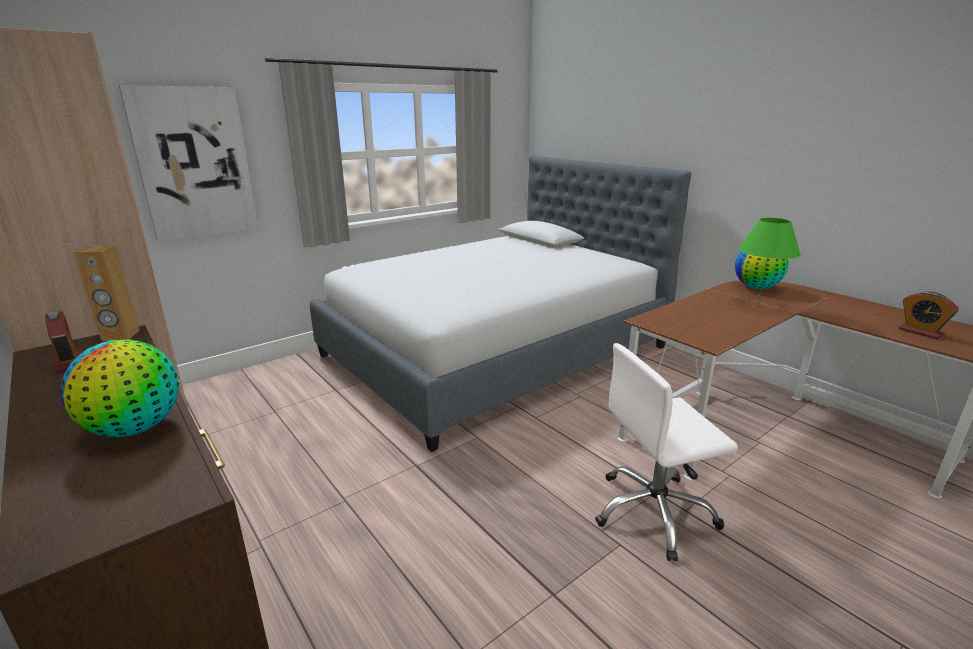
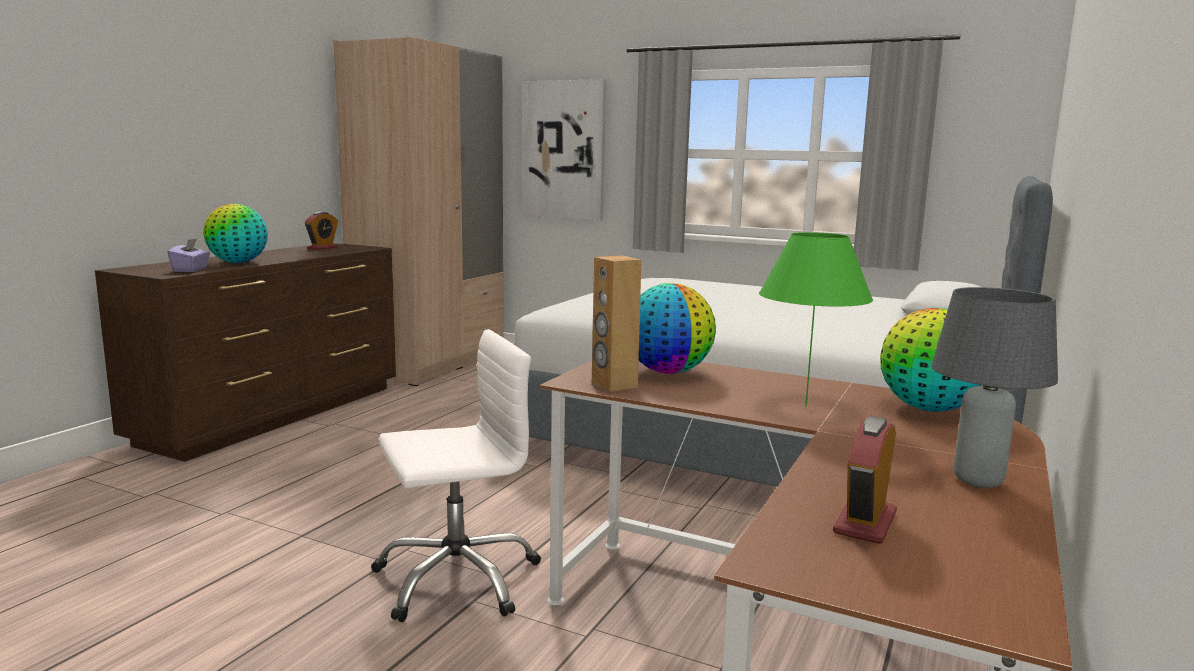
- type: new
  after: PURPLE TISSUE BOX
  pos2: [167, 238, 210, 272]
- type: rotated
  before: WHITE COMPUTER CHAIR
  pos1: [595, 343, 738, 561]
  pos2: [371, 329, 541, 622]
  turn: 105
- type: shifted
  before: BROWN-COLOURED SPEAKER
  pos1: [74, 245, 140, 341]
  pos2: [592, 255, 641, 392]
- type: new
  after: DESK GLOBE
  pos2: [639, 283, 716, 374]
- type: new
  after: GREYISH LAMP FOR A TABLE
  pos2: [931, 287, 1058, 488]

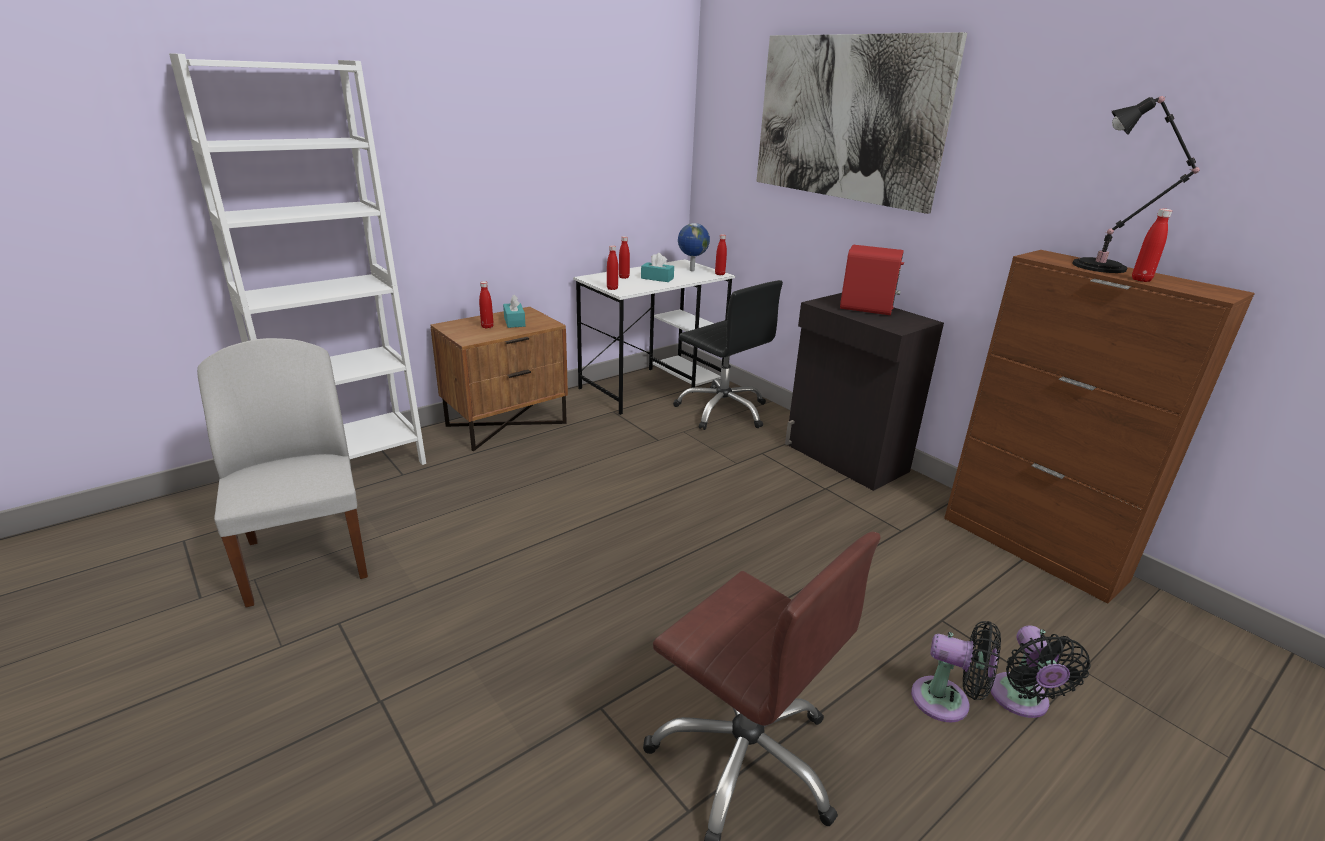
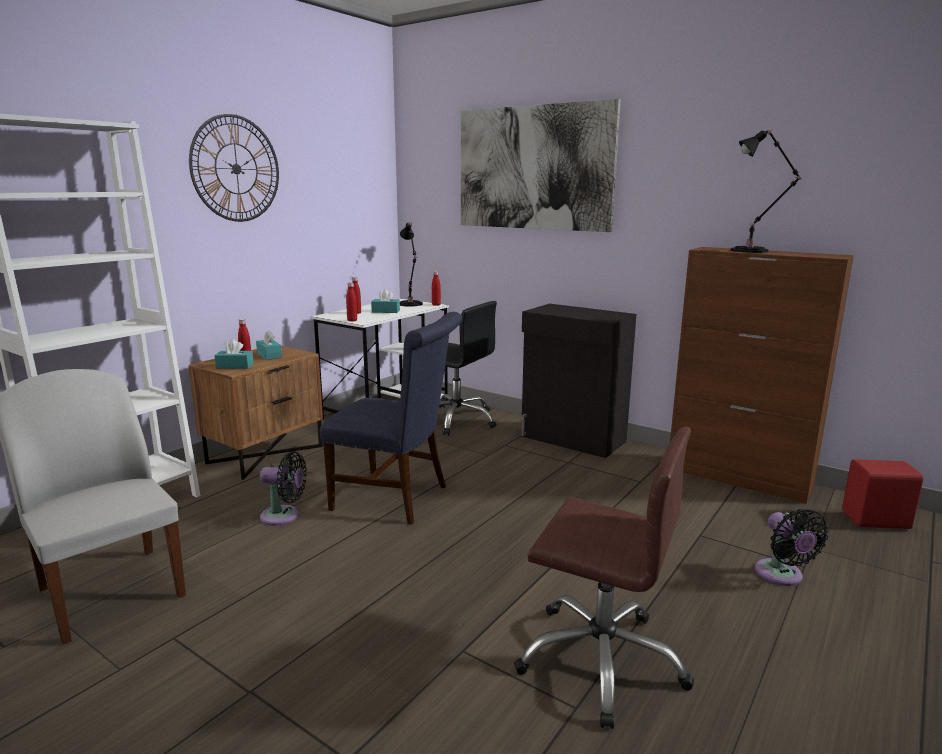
- type: new
  after: HANGING CLOCK
  pos2: [189, 114, 279, 222]
- type: new
  after: TURQUOISE TISSUE BOX
  pos2: [214, 339, 254, 369]
- type: shifted
  before: BLACK-COLOURED FAN
  pos1: [911, 621, 1001, 723]
  pos2: [260, 452, 307, 526]
- type: new
  after: BLUE PLAIN CHAIR
  pos2: [320, 312, 462, 525]
- type: swapped
  before: DESK GLOBE
  after: BLACK-COLOURED LAMP FOR A TABLE
  pos1: [678, 223, 710, 271]
  pos2: [400, 222, 423, 307]
- type: shifted
  before: RED SPEAKER
  pos1: [840, 245, 904, 315]
  pos2: [842, 459, 923, 529]
- type: gone
  before: RED BEVERAGE BOTTLE
  pos1: [1132, 209, 1172, 282]

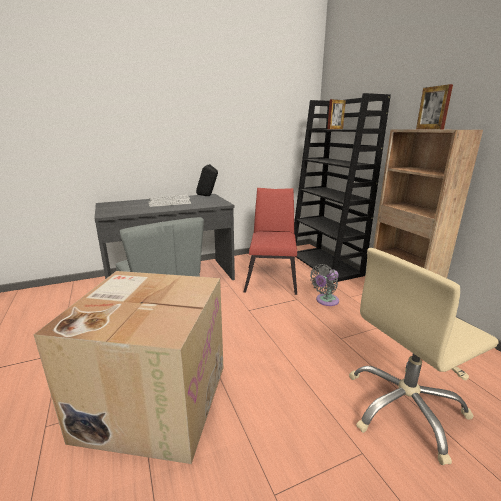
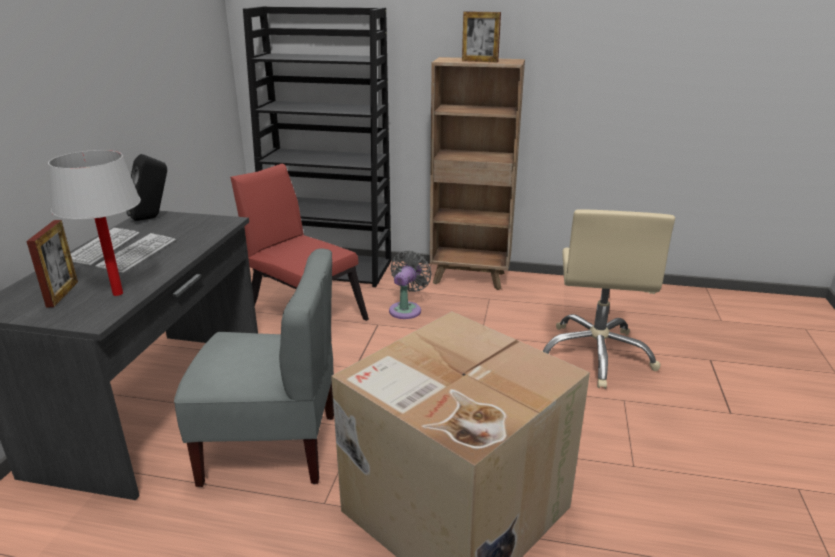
- type: shifted
  before: PICTURE FRAME
  pos1: [327, 99, 346, 129]
  pos2: [26, 220, 78, 307]
- type: new
  after: WHITE LAMP FOR A TABLE
  pos2: [48, 150, 141, 296]
- type: rotated
  before: GREYISH FAN
  pos1: [310, 264, 339, 306]
  pos2: [389, 250, 431, 319]
  turn: -150

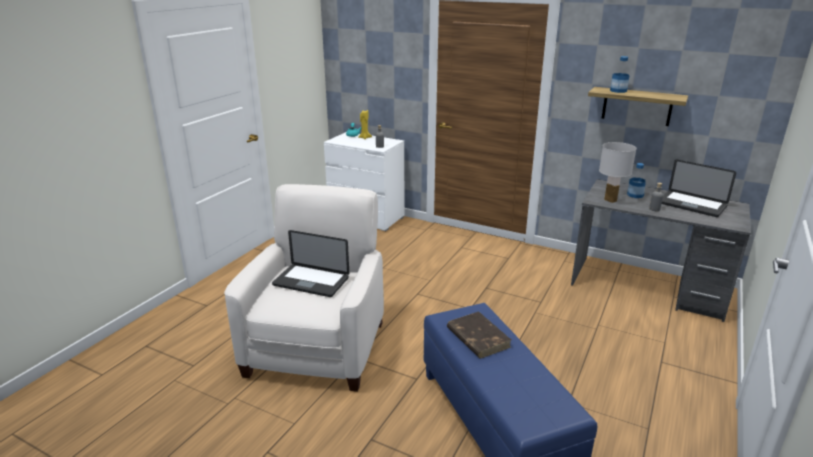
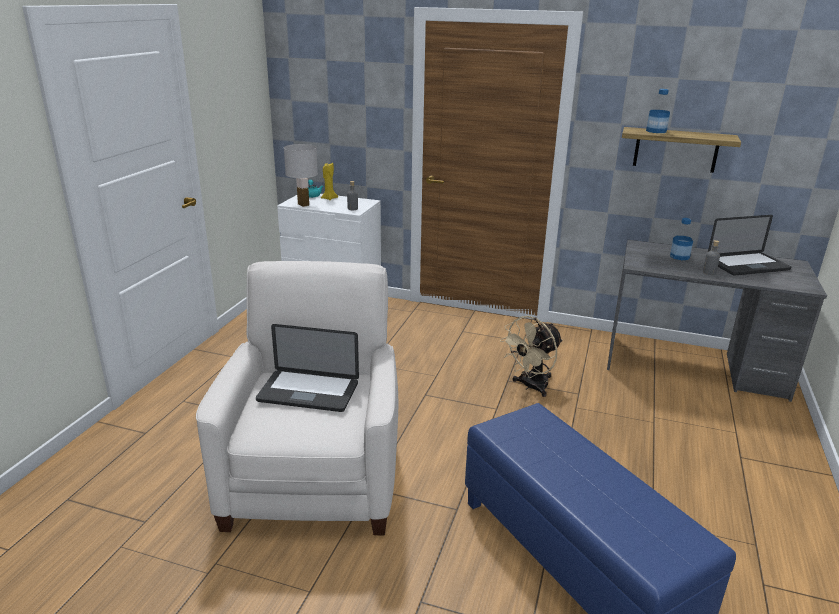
- type: shifted
  before: WHITE LAMP FOR A TABLE
  pos1: [599, 142, 637, 203]
  pos2: [284, 144, 318, 207]
- type: new
  after: BEIGE-COLOURED FAN
  pos2: [500, 316, 563, 397]
- type: rotated
  before: LAPTOP
  pos1: [662, 159, 737, 217]
  pos2: [708, 215, 791, 276]
  turn: -45
- type: gone
  before: BROWN-COLOURED VOLUME
  pos1: [447, 311, 511, 358]

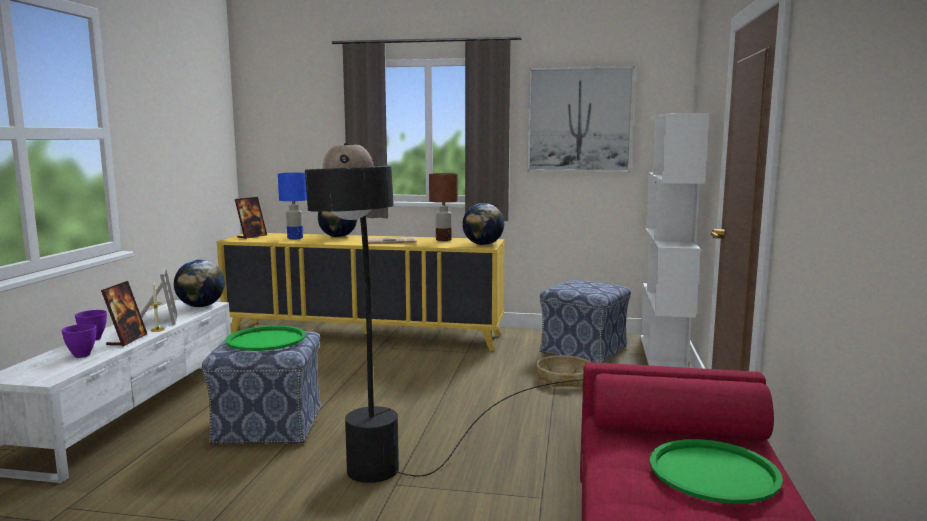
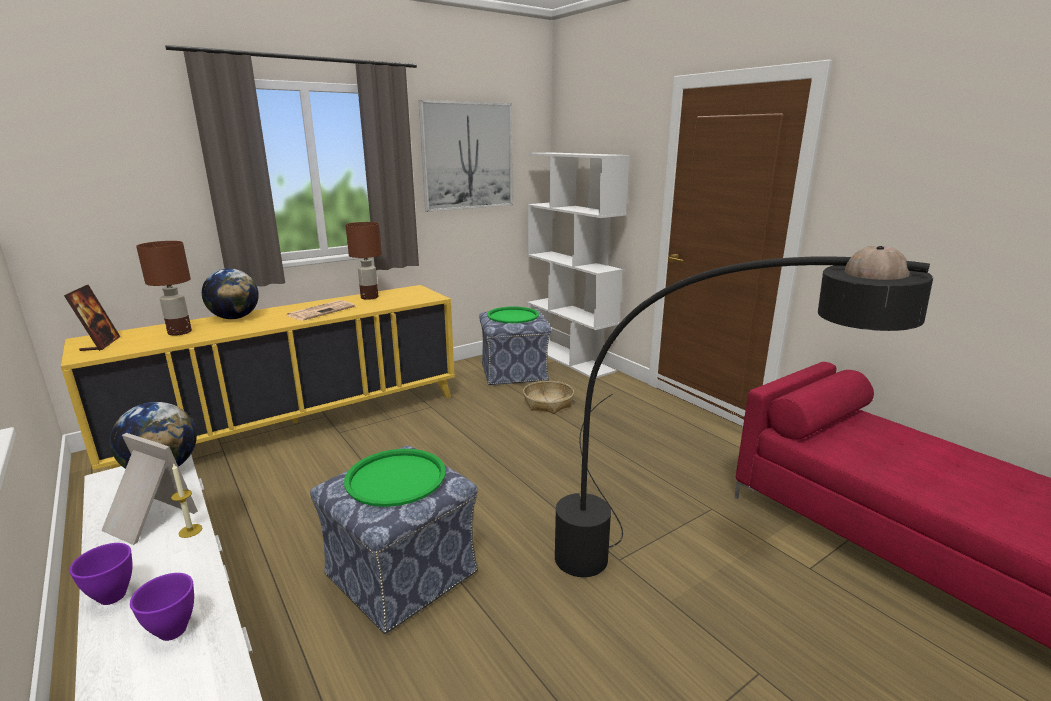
- type: repainted
  before: BLUE LAMP FOR A TABLE
  after: BROWN-COLOURED LAMP FOR A TABLE
  pos1: [278, 173, 307, 239]
  pos2: [136, 241, 192, 335]
- type: shifted
  before: GREENISH CARRYING TRAY
  pos1: [650, 439, 783, 504]
  pos2: [487, 306, 539, 323]
- type: gone
  before: PICTURE FRAME
  pos1: [101, 281, 147, 347]
- type: gone
  before: DESK GLOBE
  pos1: [462, 203, 504, 245]

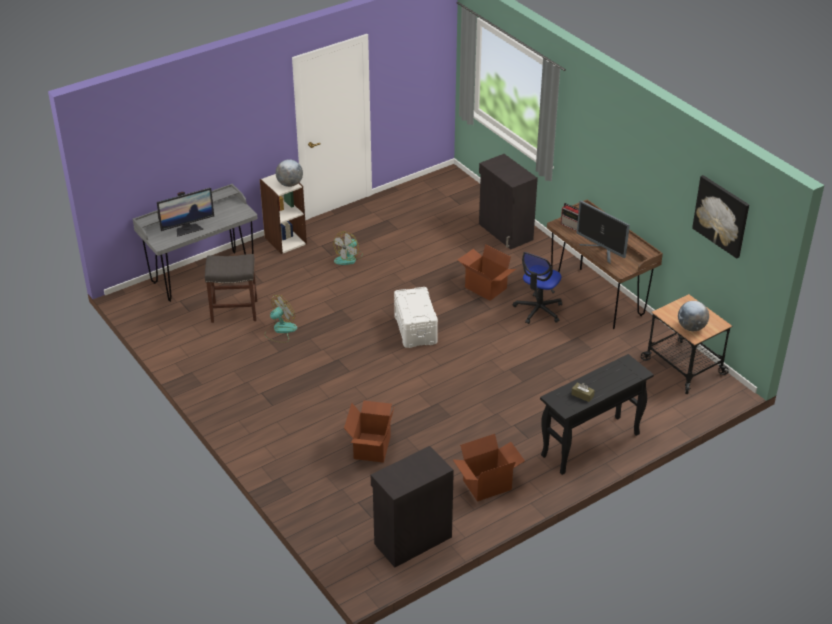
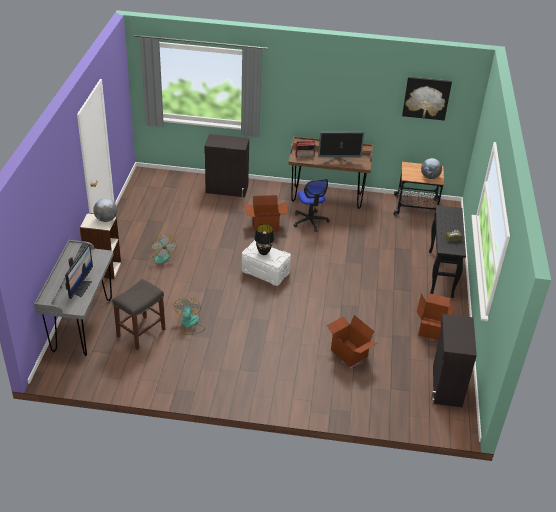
- type: new
  after: BLACK-COLOURED LAMP FOR A TABLE
  pos2: [254, 224, 274, 255]

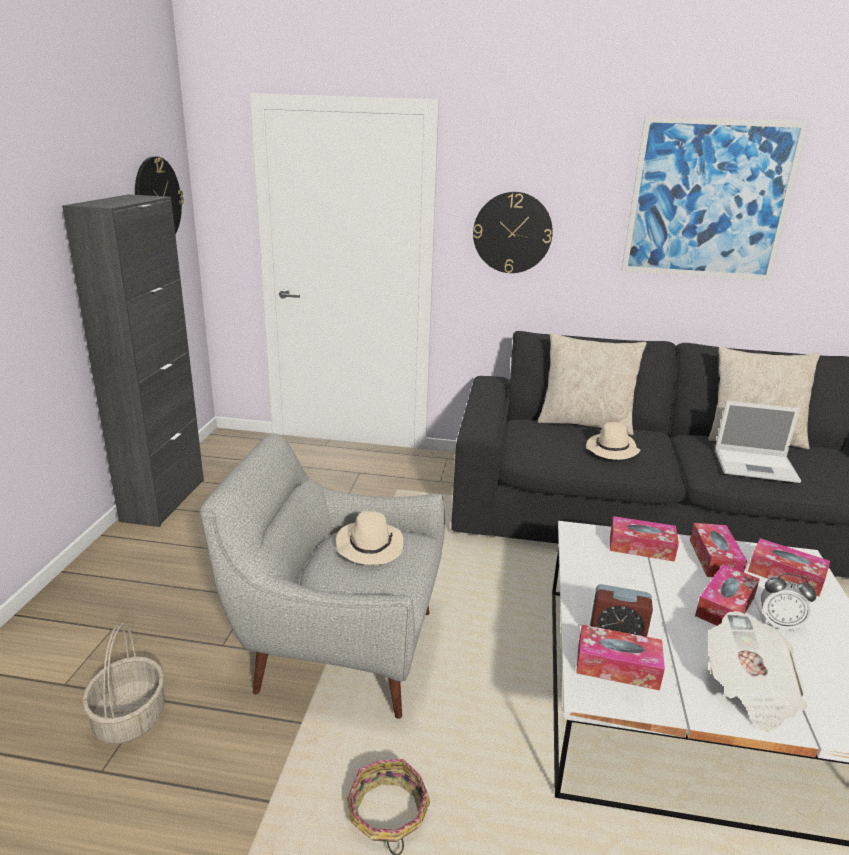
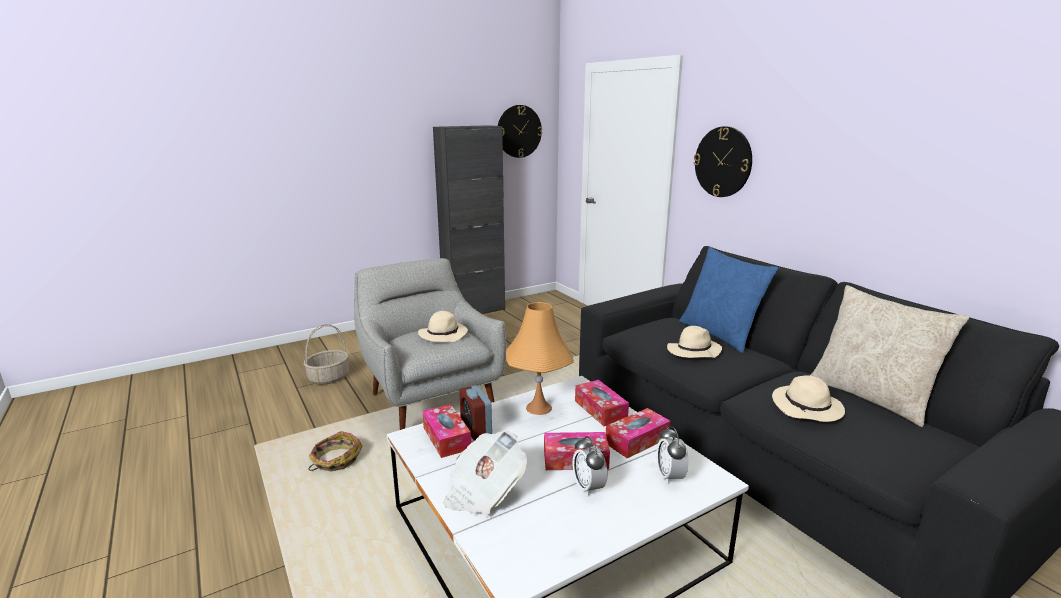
- type: new
  after: ORANGE-COLOURED LAMP FOR A TABLE
  pos2: [506, 302, 574, 415]
- type: swapped
  before: TISSUE BOX
  after: TABLE CLOCK
  pos1: [748, 538, 830, 596]
  pos2: [656, 426, 688, 485]
- type: repainted
  before: BEIGE-COLOURED THROW PILLOW
  after: BLUE THROW PILLOW
  pos1: [538, 333, 647, 435]
  pos2: [679, 247, 778, 353]
- type: swapped
  before: LAPTOP
  after: BEIGE-COLOURED WEARABLE HAT
  pos1: [715, 401, 801, 483]
  pos2: [772, 375, 845, 422]
- type: gone
  before: PICTURE
  pos1: [621, 116, 810, 281]

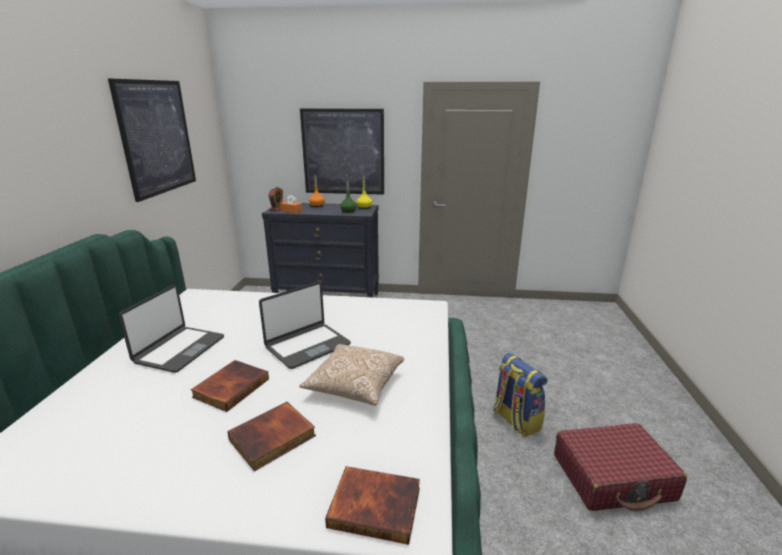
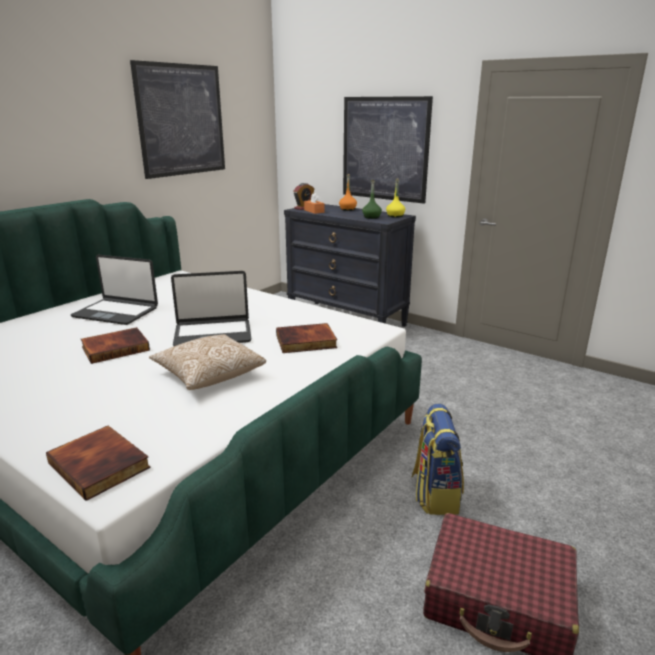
- type: rotated
  before: LAPTOP
  pos1: [119, 285, 224, 373]
  pos2: [71, 254, 158, 325]
  turn: 60
- type: shifted
  before: VOLUME
  pos1: [227, 402, 316, 471]
  pos2: [276, 323, 337, 353]

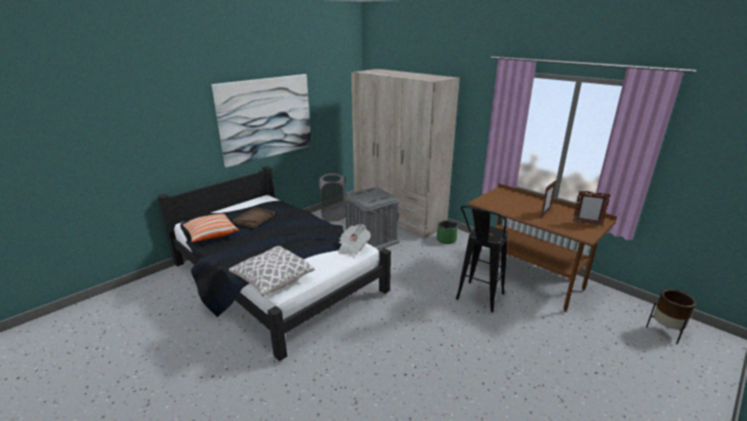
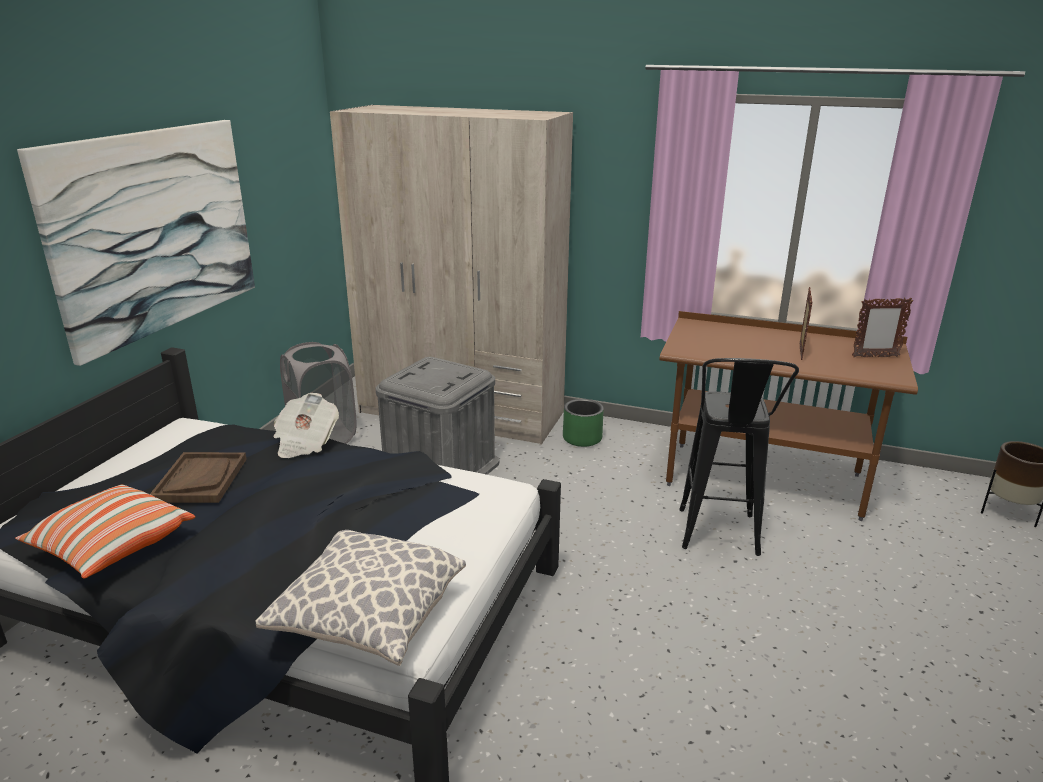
- type: shifted
  before: NEWSPAPER
  pos1: [338, 224, 371, 255]
  pos2: [273, 393, 339, 458]

